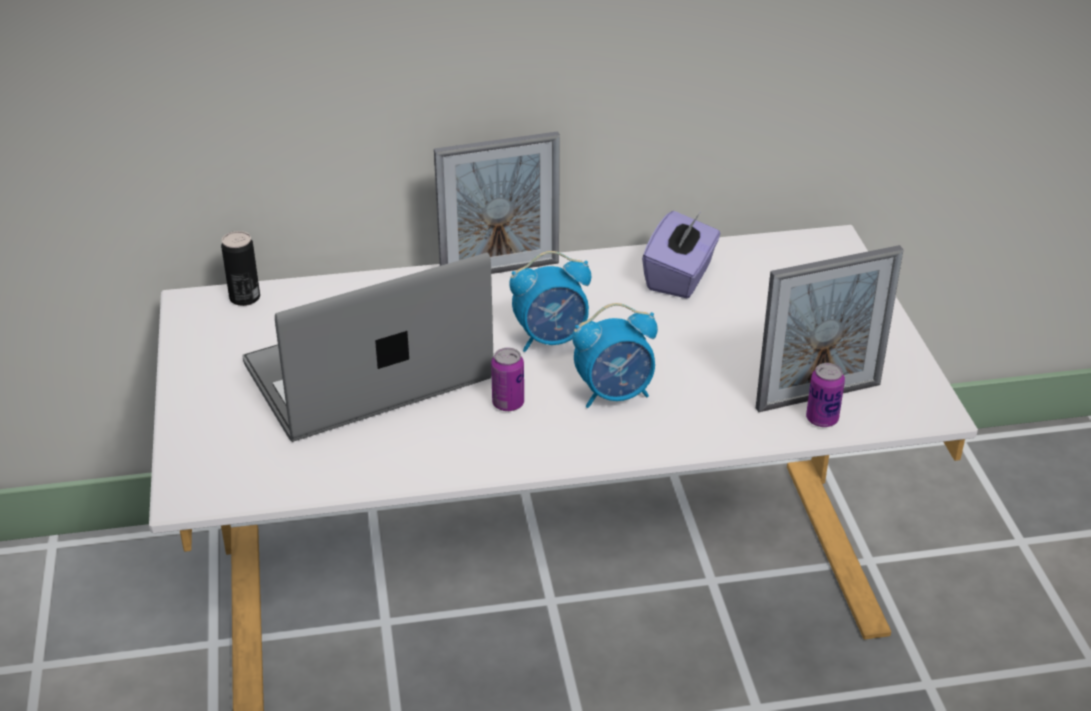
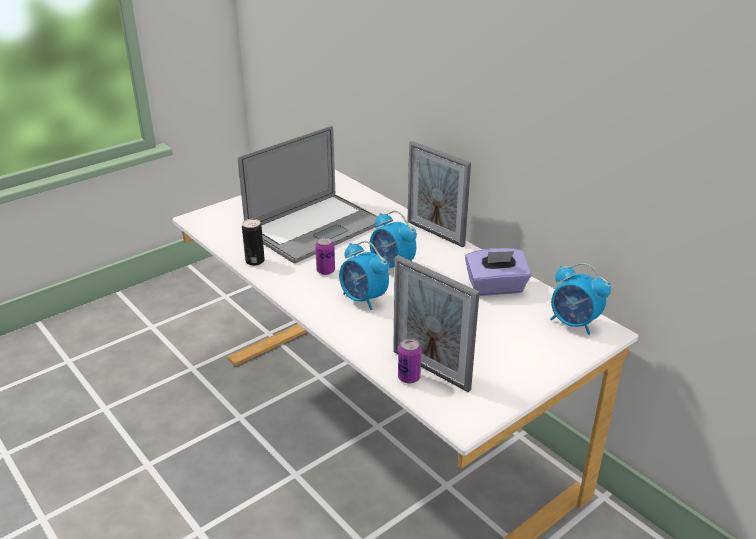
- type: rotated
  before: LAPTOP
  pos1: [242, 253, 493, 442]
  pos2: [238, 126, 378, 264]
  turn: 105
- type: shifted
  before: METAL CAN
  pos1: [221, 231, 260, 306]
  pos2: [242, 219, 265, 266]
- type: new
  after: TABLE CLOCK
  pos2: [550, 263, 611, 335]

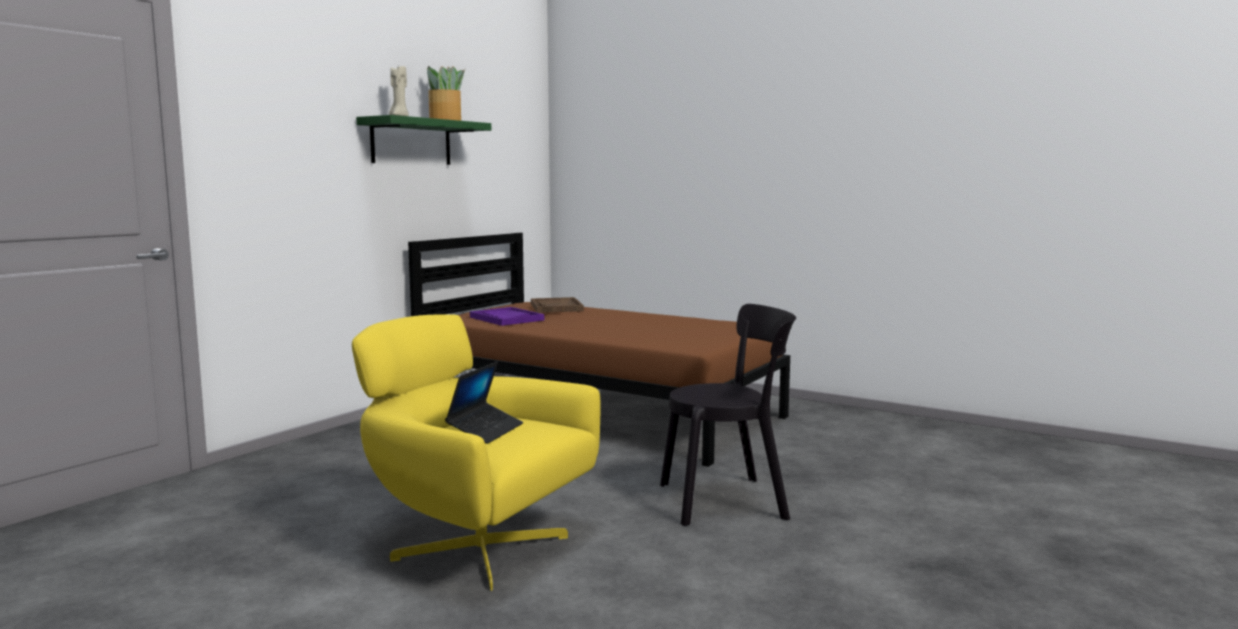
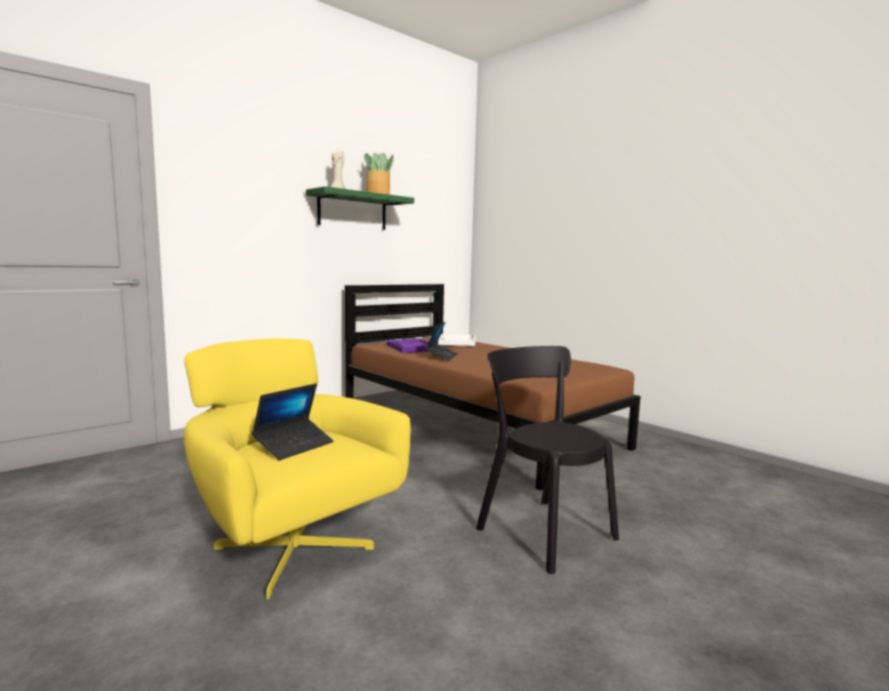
- type: new
  after: LAPTOP
  pos2: [426, 322, 458, 360]
- type: repainted
  before: BROWN-COLOURED CARRYING TRAY
  after: WHITE CARRYING TRAY
  pos1: [531, 297, 584, 313]
  pos2: [438, 334, 475, 346]
- type: rotated
  before: BLACK-COLOURED PLAIN CHAIR
  pos1: [660, 304, 796, 526]
  pos2: [476, 346, 619, 574]
  turn: -135

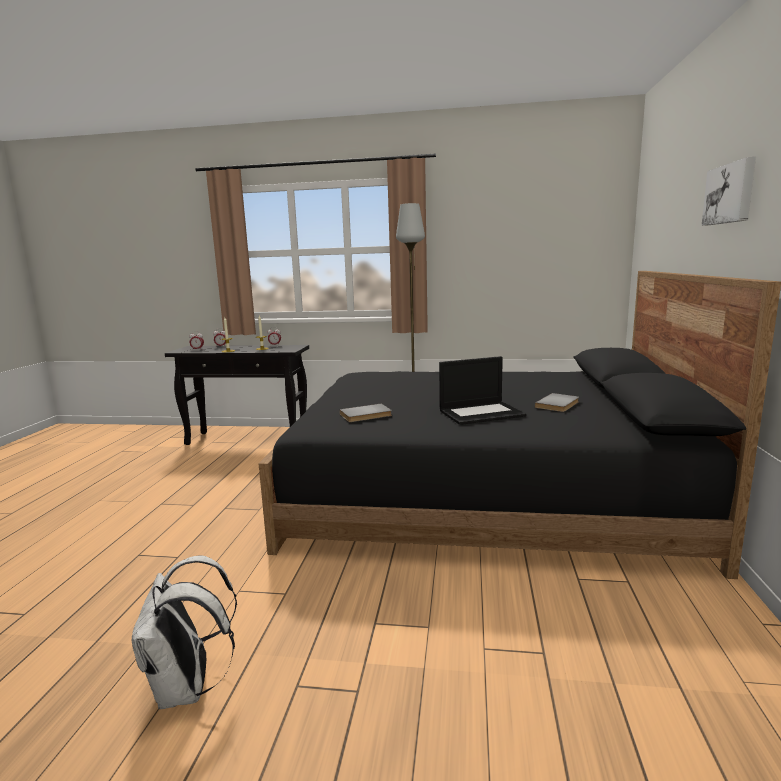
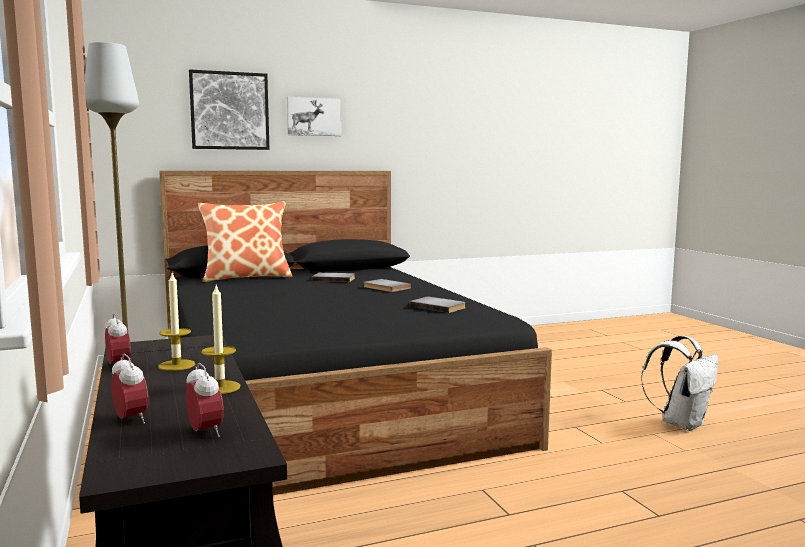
- type: new
  after: PICTURE
  pos2: [189, 69, 269, 150]
- type: new
  after: THROW PILLOW
  pos2: [198, 201, 293, 282]
- type: swapped
  before: LAPTOP
  after: GREYISH VOLUME
  pos1: [439, 356, 526, 425]
  pos2: [363, 279, 411, 292]

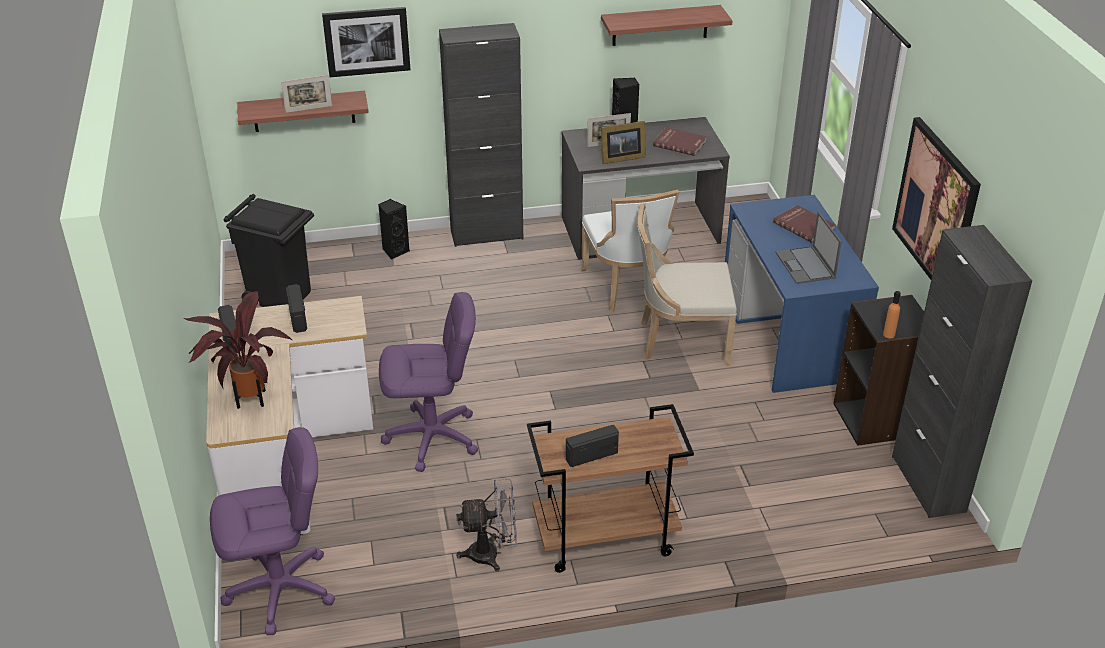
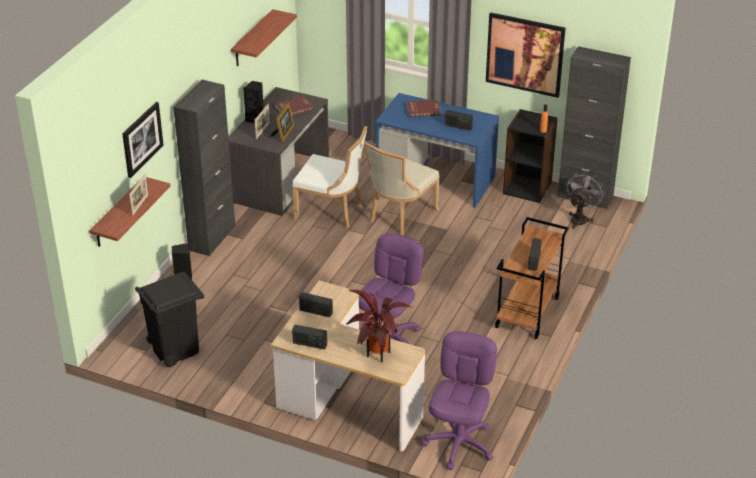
- type: swapped
  before: LAPTOP
  after: RADIO
  pos1: [775, 212, 842, 284]
  pos2: [444, 110, 473, 131]
- type: shifted
  before: GREYISH FAN
  pos1: [456, 479, 517, 571]
  pos2: [567, 171, 605, 229]

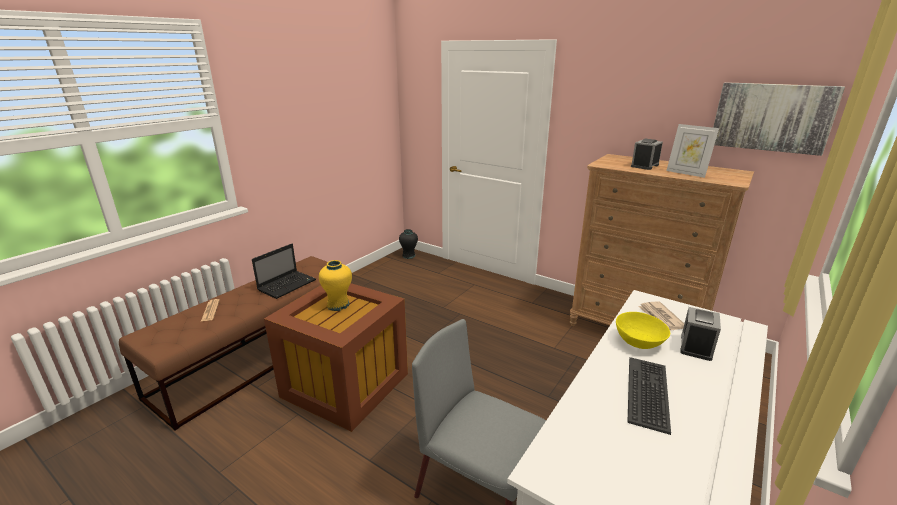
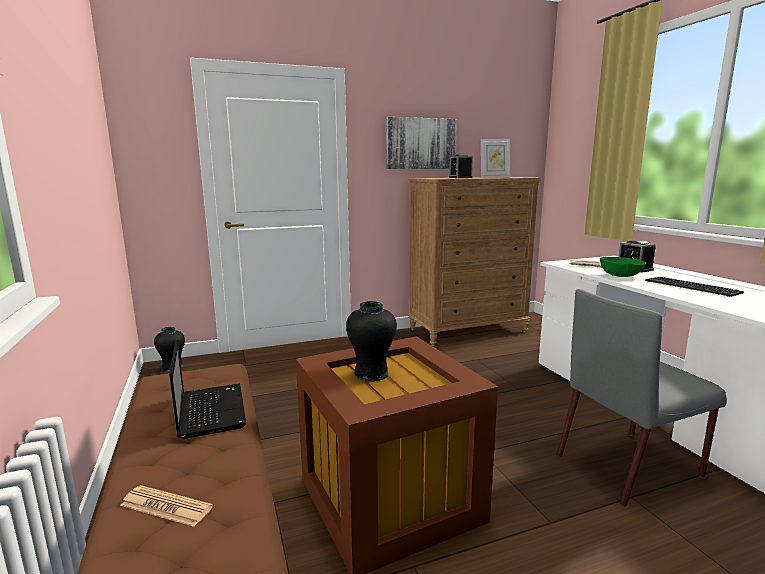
- type: repainted
  before: YELLOW-COLOURED DECORATIVE VASE
  after: BLACK-COLOURED DECORATIVE VASE
  pos1: [319, 260, 352, 311]
  pos2: [346, 301, 397, 382]
- type: shifted
  before: PICTURE
  pos1: [713, 82, 845, 156]
  pos2: [386, 117, 457, 169]
- type: repainted
  before: YELLOW-COLOURED BOWL
  after: GREENISH BOWL
  pos1: [616, 312, 670, 349]
  pos2: [600, 257, 646, 277]

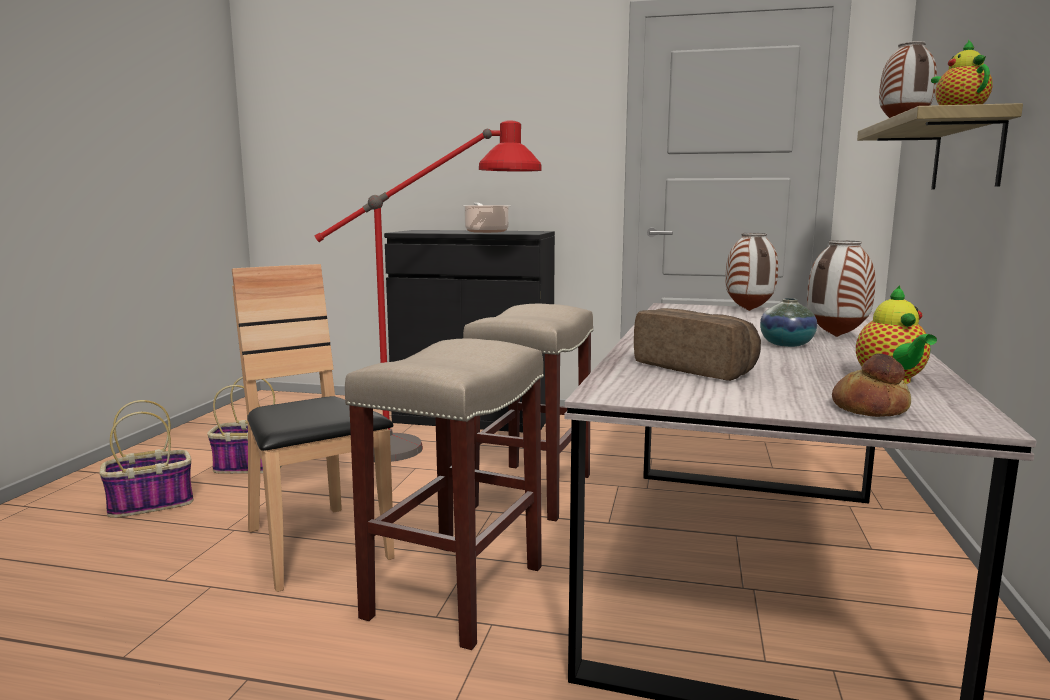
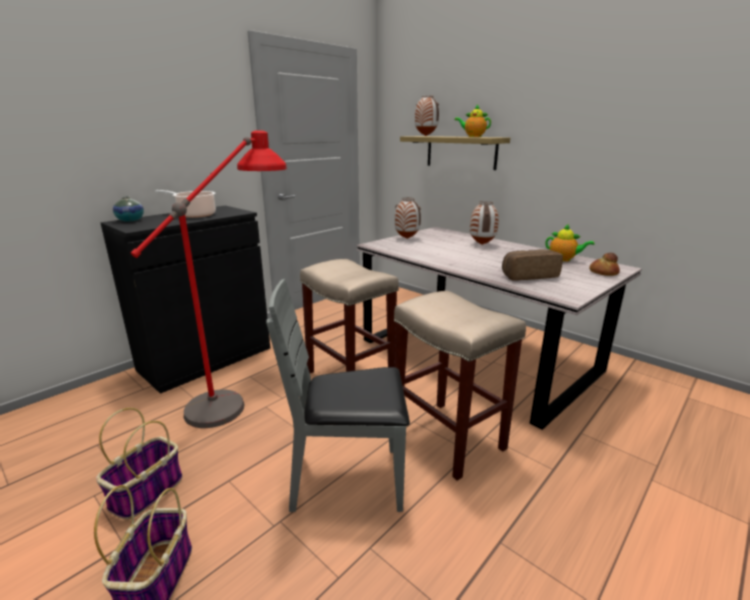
- type: shifted
  before: DECORATIVE VASE
  pos1: [760, 298, 817, 347]
  pos2: [113, 196, 144, 222]
- type: repainted
  before: BROWN-COLOURED PLAIN CHAIR
  after: GREYISH PLAIN CHAIR
  pos1: [232, 264, 394, 592]
  pos2: [266, 279, 410, 512]

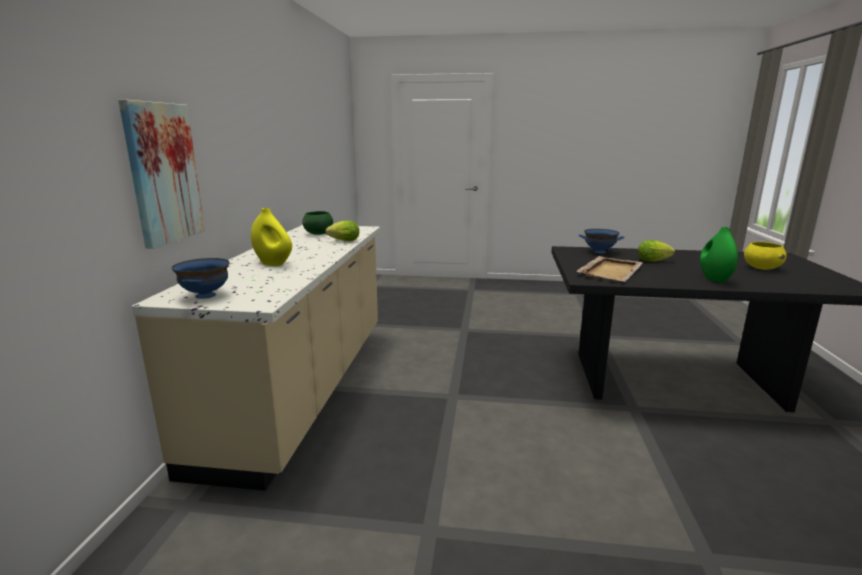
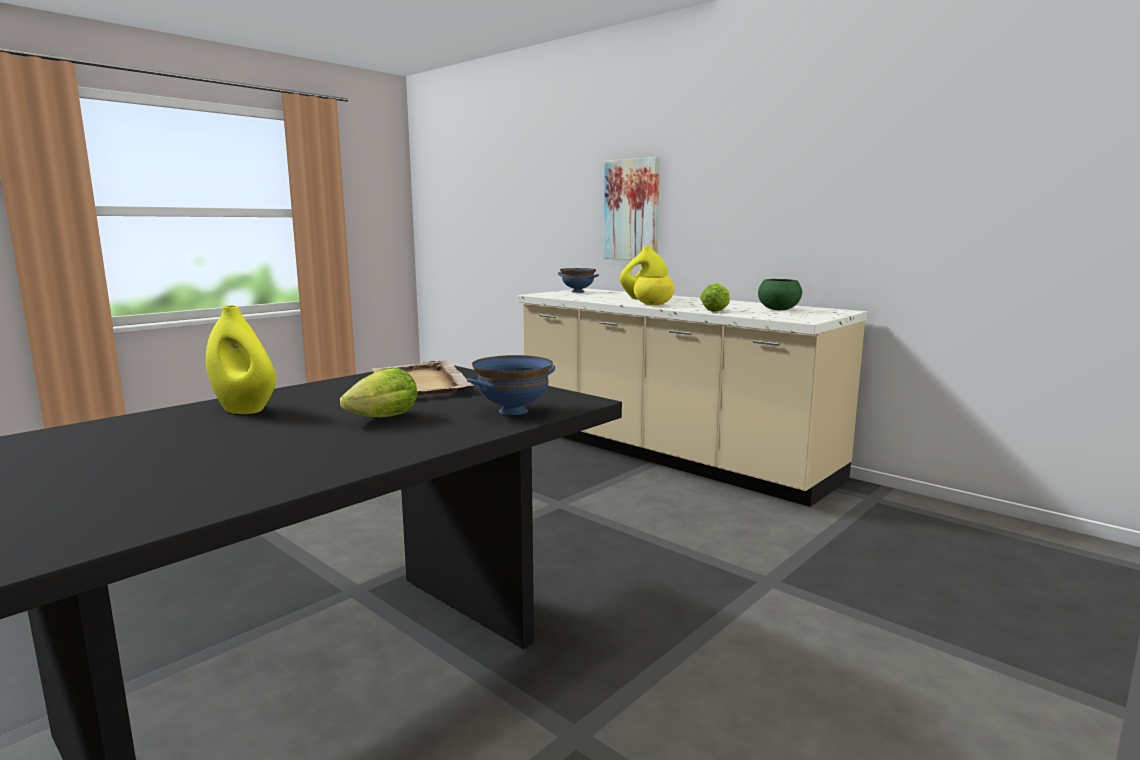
- type: repainted
  before: GREENISH DECORATIVE VASE
  after: YELLOW-COLOURED DECORATIVE VASE
  pos1: [700, 227, 738, 283]
  pos2: [206, 305, 276, 414]
- type: shifted
  before: YELLOW-COLOURED BOWL
  pos1: [744, 242, 787, 270]
  pos2: [634, 276, 674, 305]

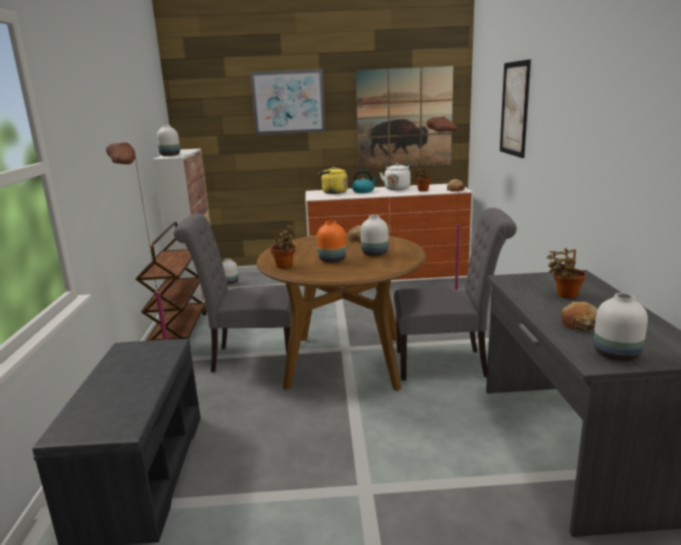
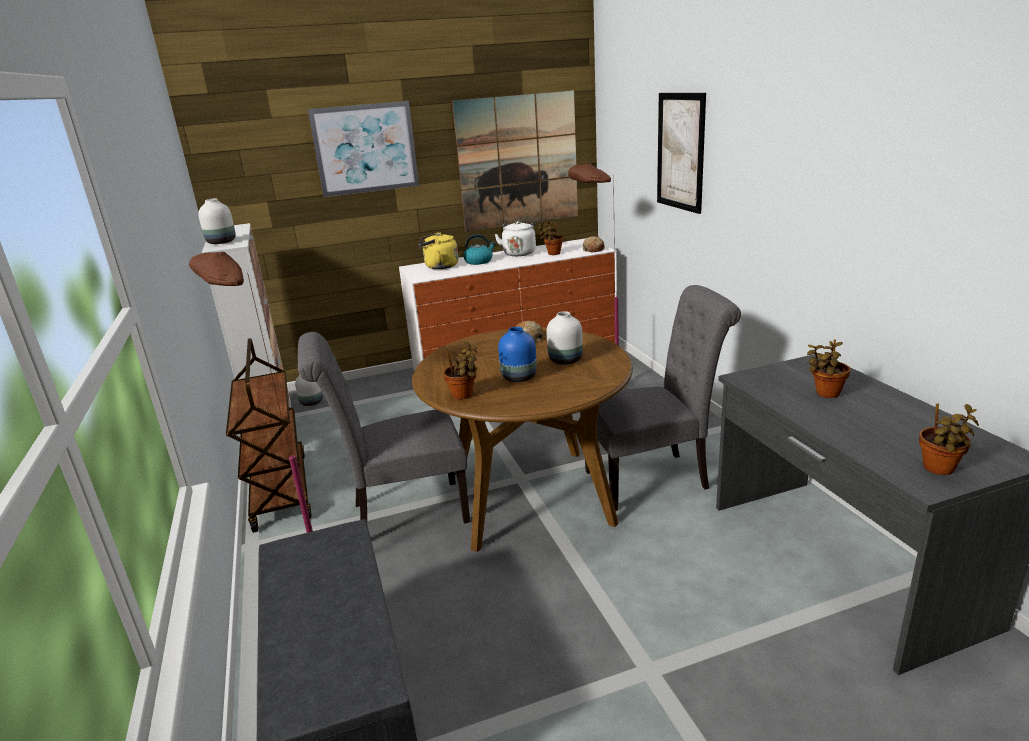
- type: repainted
  before: ORANGE-COLOURED DECORATIVE VASE
  after: BLUE DECORATIVE VASE
  pos1: [317, 220, 346, 263]
  pos2: [498, 327, 537, 382]
- type: swapped
  before: WHITE DECORATIVE VASE
  after: PLANT IN A POT
  pos1: [593, 293, 648, 361]
  pos2: [919, 403, 979, 475]
- type: gone
  before: BAKERY BREAD
  pos1: [561, 302, 598, 331]

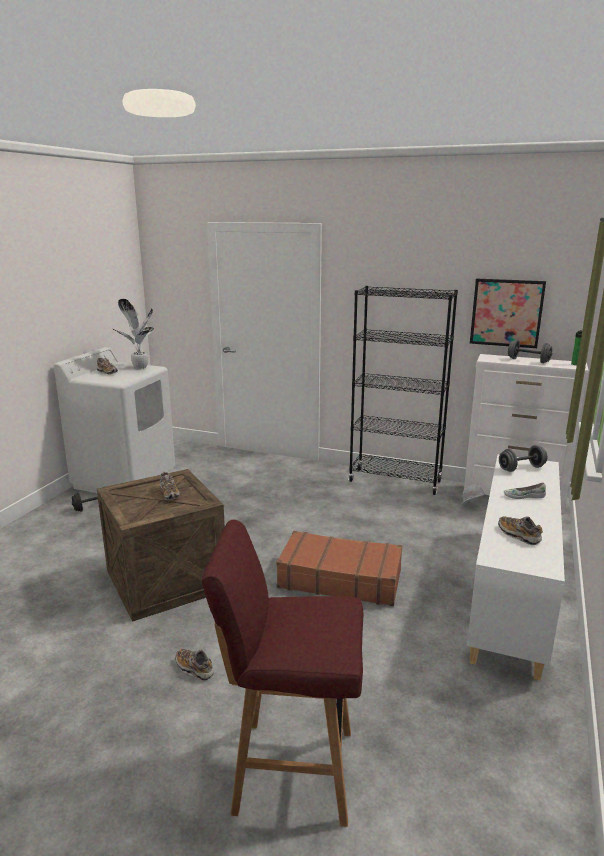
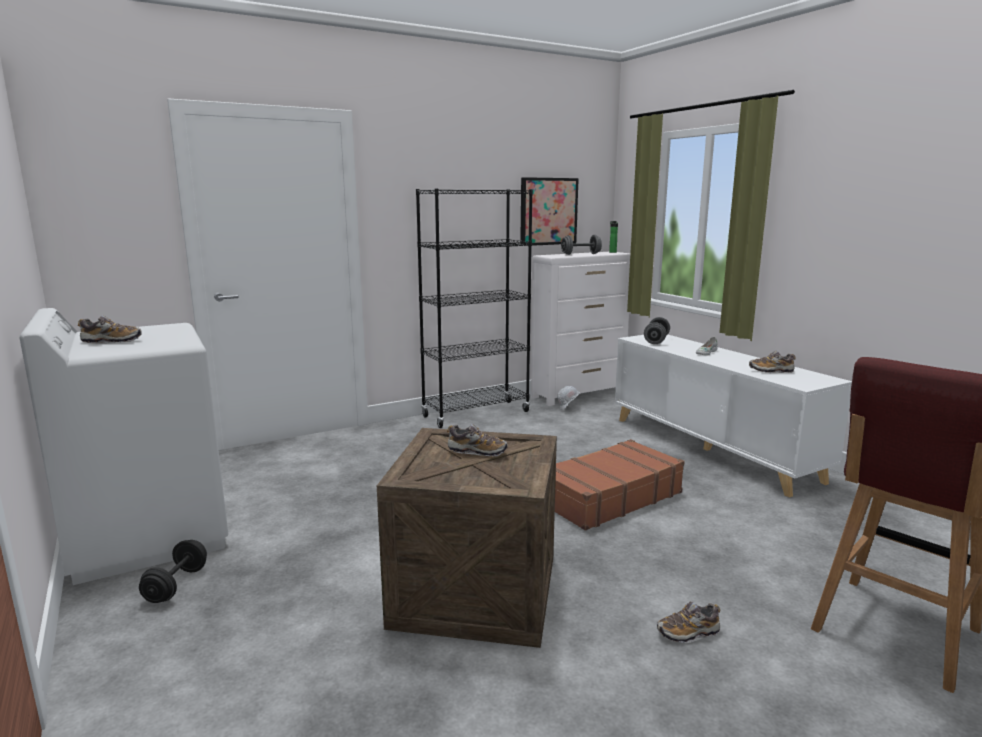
- type: gone
  before: PLANT IN A POT
  pos1: [113, 299, 154, 370]

